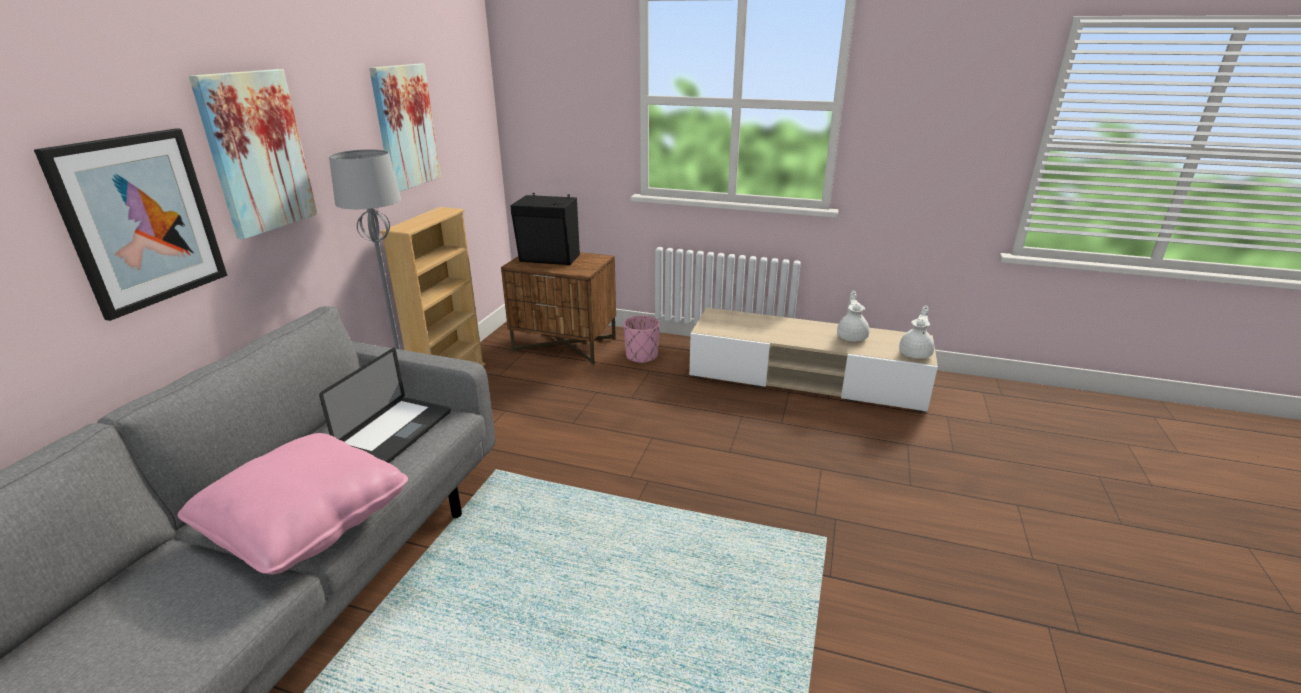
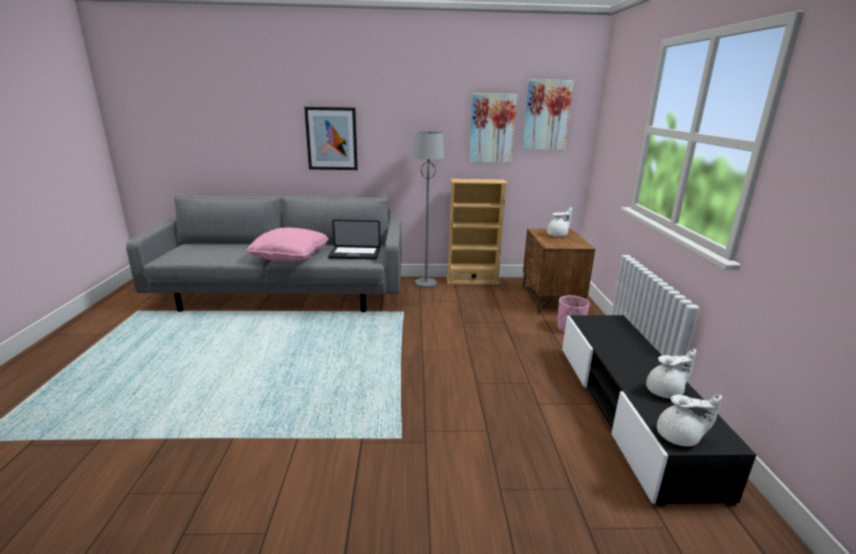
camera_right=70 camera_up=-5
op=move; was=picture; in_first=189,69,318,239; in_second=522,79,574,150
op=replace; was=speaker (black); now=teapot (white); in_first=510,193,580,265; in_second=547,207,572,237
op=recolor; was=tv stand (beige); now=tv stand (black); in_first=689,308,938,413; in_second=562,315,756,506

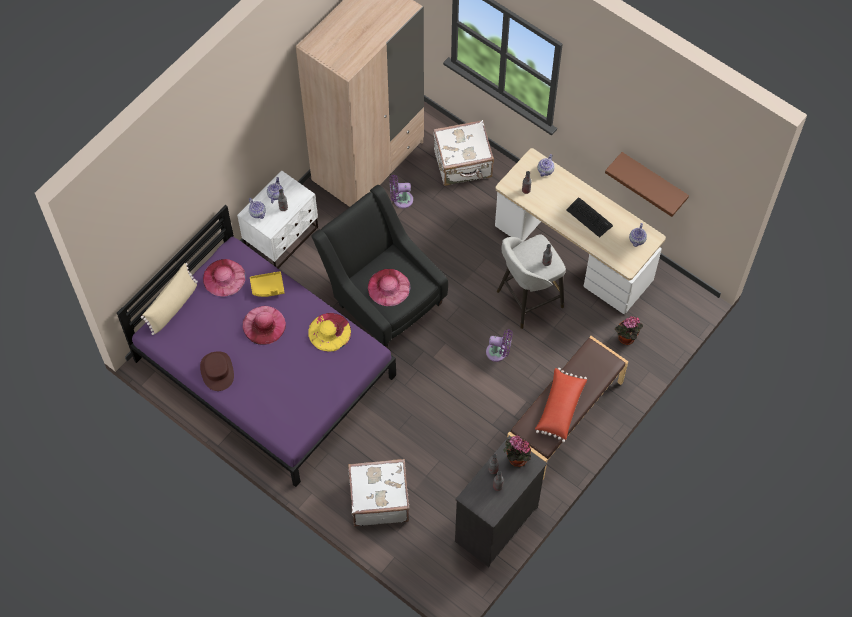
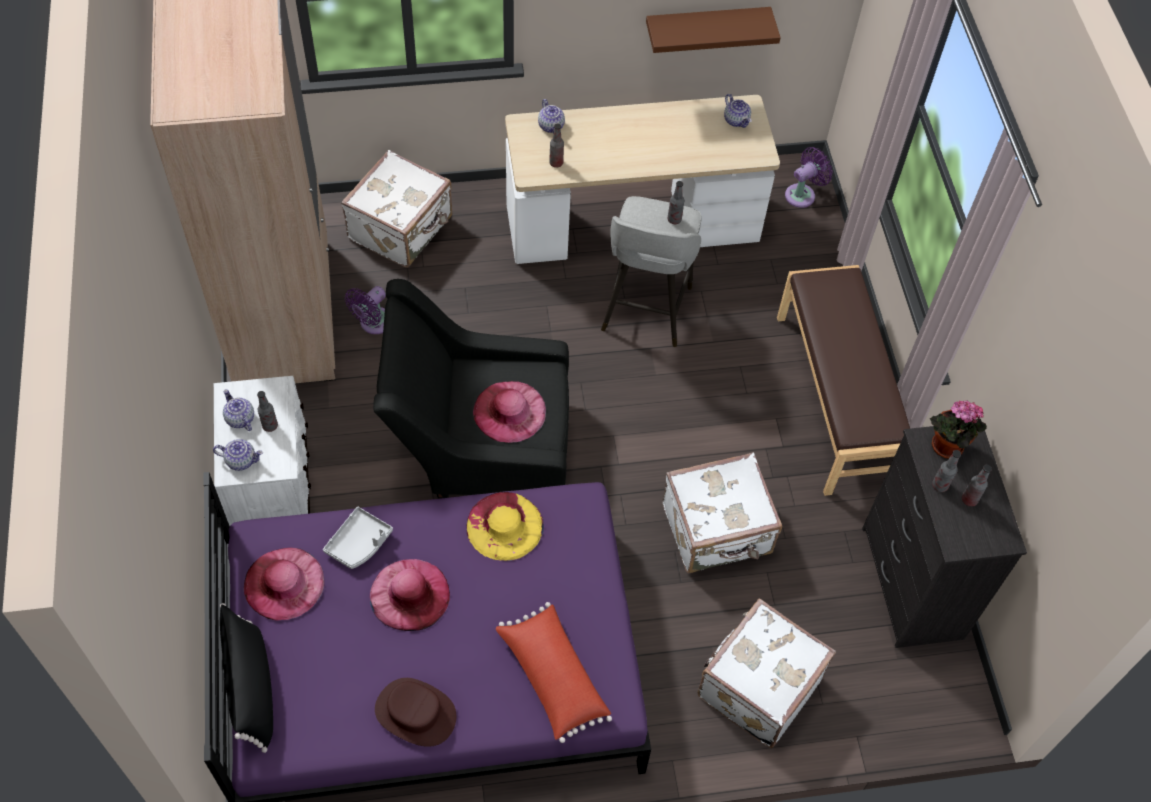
camera_right=-50 camera_up=-5
op=delete; was=keyboard; in_first=566,197,613,238
op=delete; was=potted plant; in_first=615,316,643,345
op=insert; now=suitcase (white); in_second=663,452,782,573
op=move; was=fan (purple); in_first=486,329,512,362; in_second=785,147,833,208
op=move; was=pillow (red); in_first=535,368,587,442; in_second=496,602,612,743
op=recolor; was=pillow (beige); now=pillow (black); in_first=141,263,198,335; in_second=220,603,273,753
op=recolor; was=tray (yellow); now=tray (grey); in_first=250,271,285,297; in_second=323,507,393,569

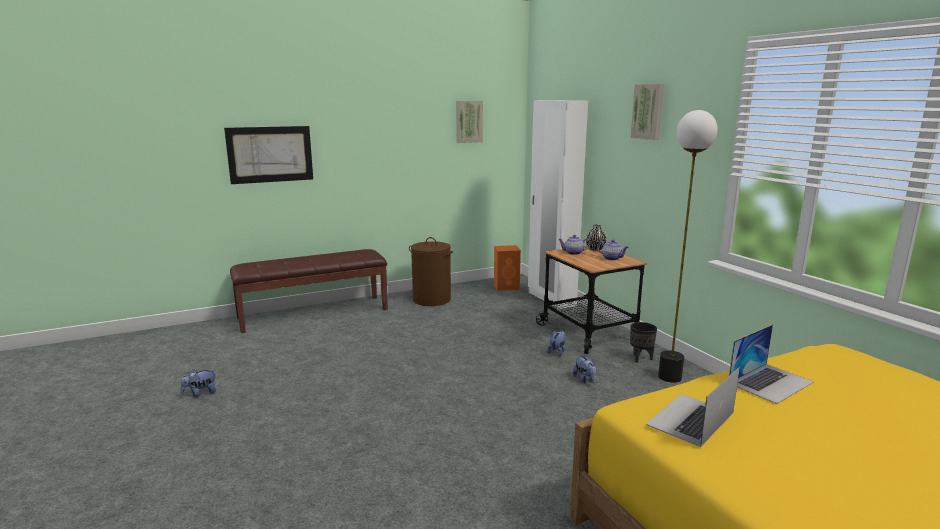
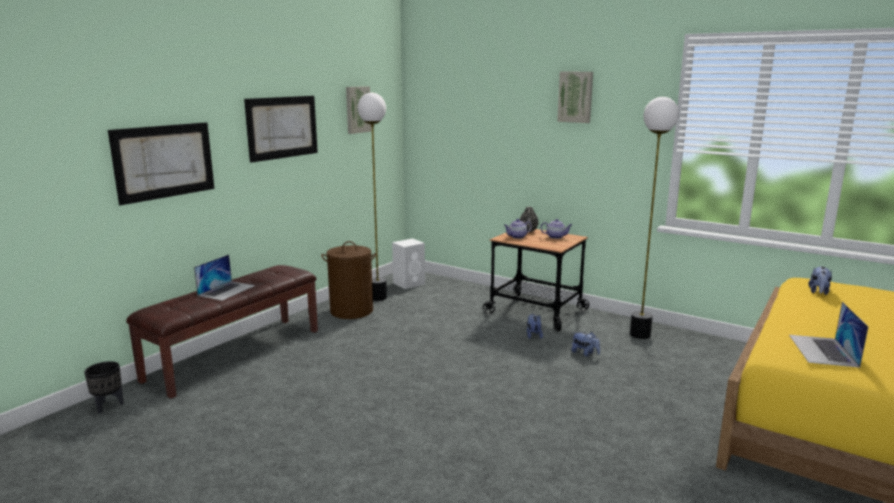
camera_right=-30 camera_up=0
op=delete; was=wardrobe (white); in_first=528,100,588,309
op=insert; now=picture; in_second=244,96,318,163
op=insert; now=floor lamp; in_second=358,93,387,301
op=move; was=plush toy; in_first=181,369,216,397; in_second=808,266,832,295
op=move; was=planter (black); in_first=630,322,657,363; in_second=84,361,124,413
op=move; was=laptop; in_first=729,325,814,404; in_second=194,255,255,301
op=recolor; was=speaker (orange); now=speaker (white); in_first=494,245,521,291; in_second=392,238,425,289

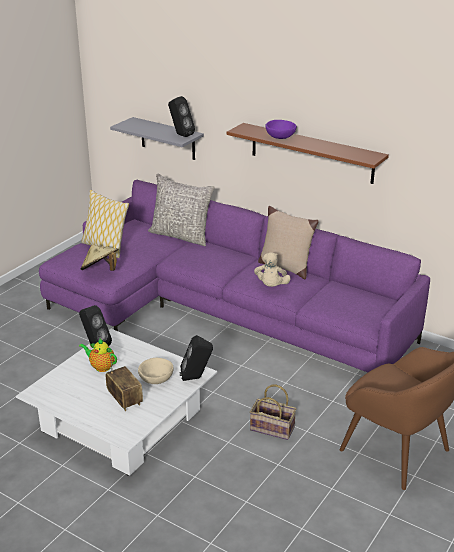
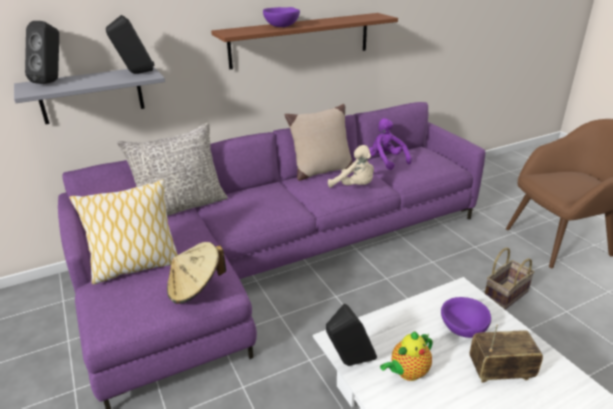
camera_right=-60 camera_up=0
op=insert; now=plush toy (purple); in_second=369,118,412,170
op=move; was=speaker (black); in_first=180,335,213,381; in_second=25,21,59,84
op=recolor; was=bowl (beige); now=bowl (purple); in_first=138,358,174,384; in_second=441,297,491,338

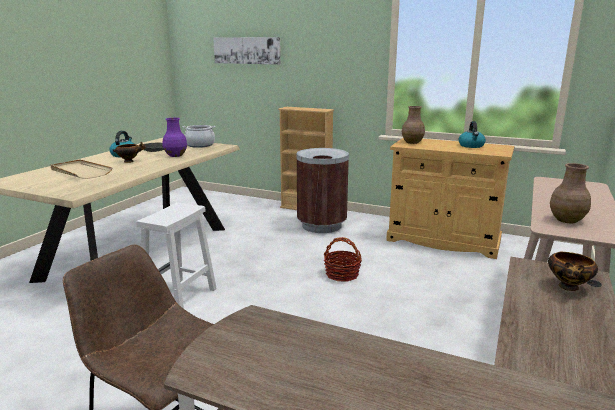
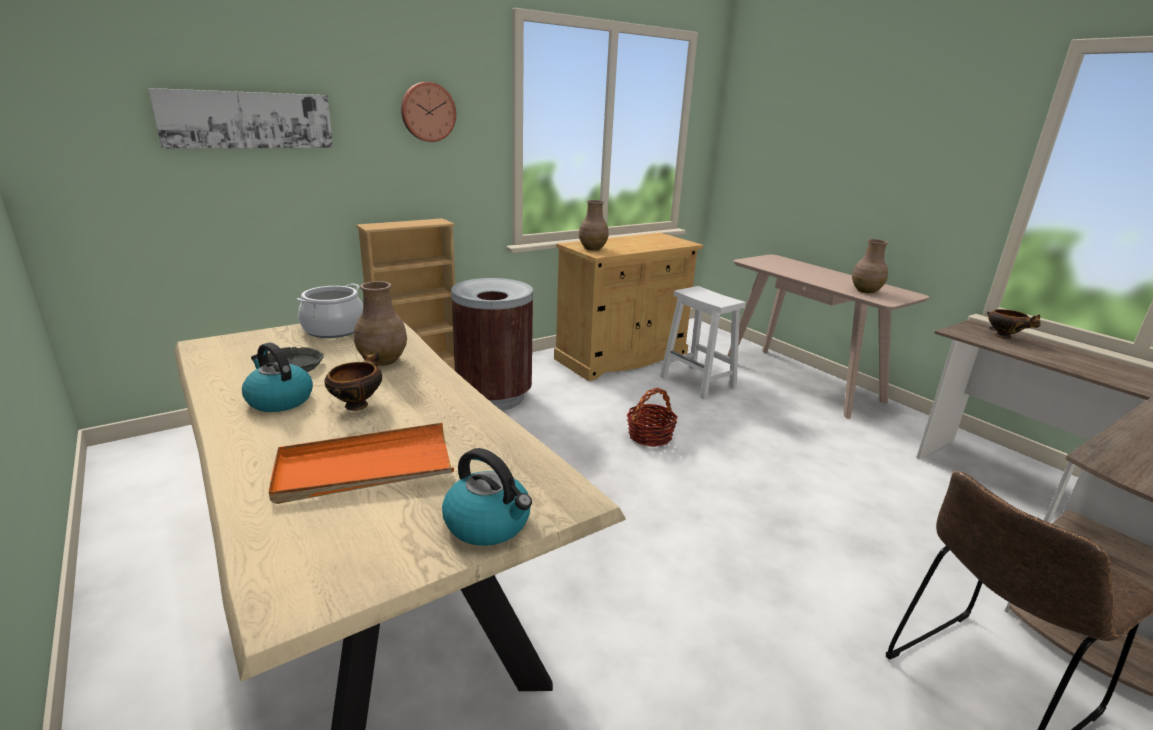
camera_right=-60 camera_up=5
op=insert; now=wall clock; in_second=401,82,456,142
op=move; was=stool (white); in_first=136,202,217,309; in_second=660,286,746,399
op=move; was=kettle; in_first=459,121,486,148; in_second=442,448,532,546
op=recolor; was=tray (beige); now=tray (orange); in_first=50,160,112,179; in_second=269,423,454,504
op=recolor; was=vase (purple); now=vase (brown); in_first=163,118,187,157; in_second=354,281,407,366

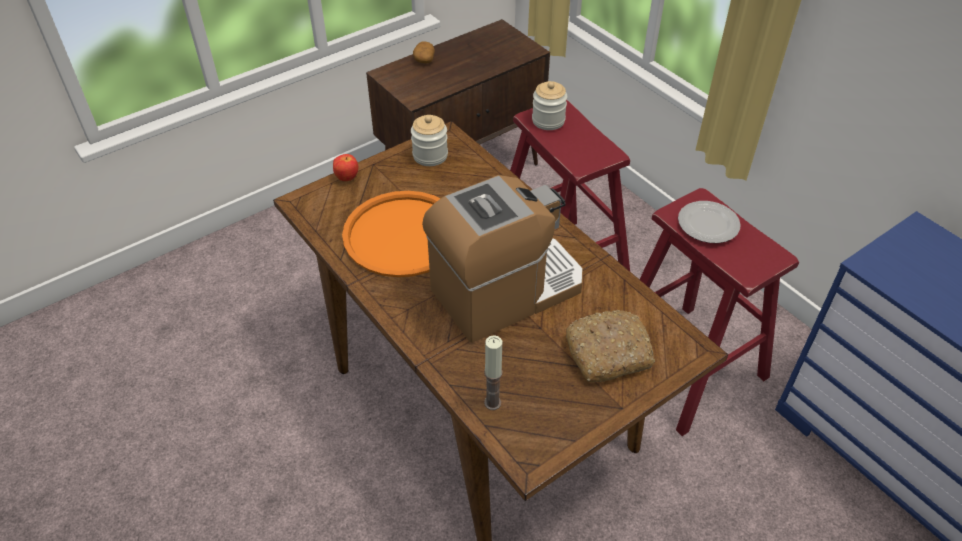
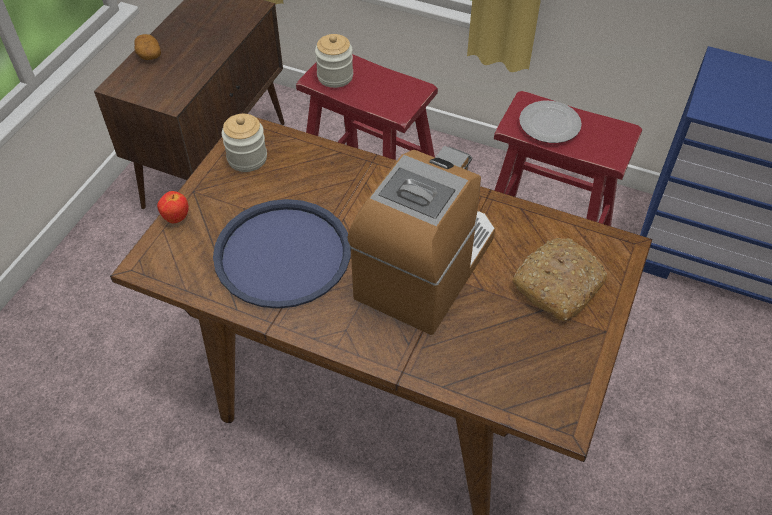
camera_right=-30 camera_up=5
op=delete; was=candle; in_first=484,335,503,410
op=recolor; was=tray (orange); now=tray (blue); in_first=342,191,441,277; in_second=213,199,351,309

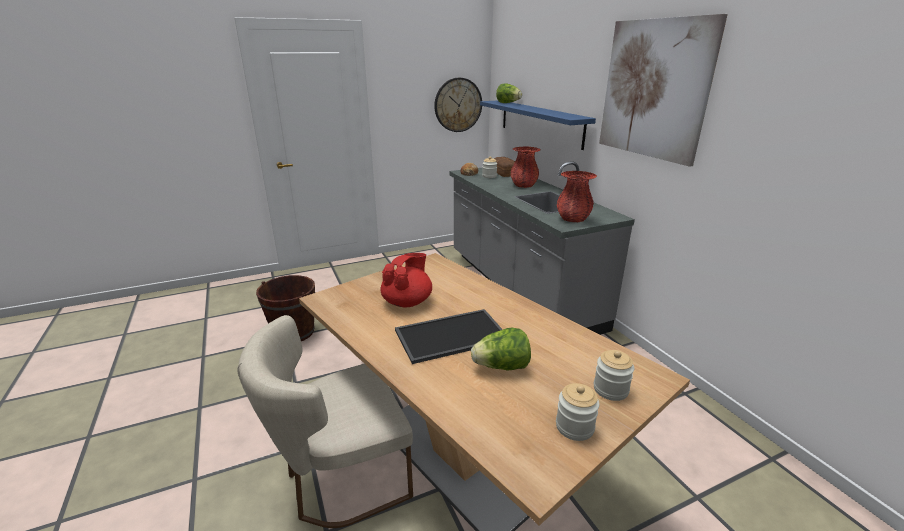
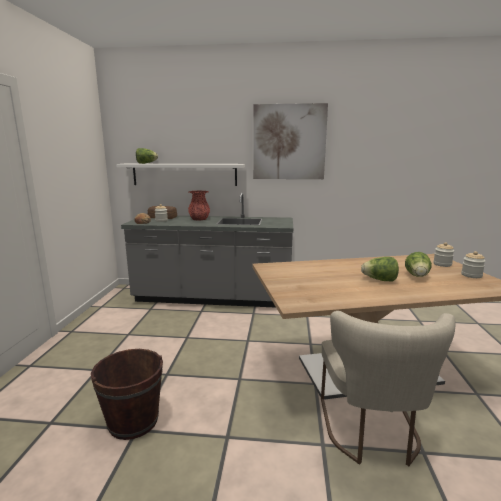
camera_right=-60 camera_up=-10
op=delete; was=teapot (red); in_first=381,253,432,307
op=delete; was=wall clock; in_first=434,78,482,132
op=delete; was=vase (red); in_first=557,171,597,222
op=replace; was=tray; now=lettuce; in_first=395,309,503,364; in_second=361,257,399,282
op=recolor; was=shelf (blue); now=shelf (white); in_first=480,100,596,150; in_second=116,164,245,186

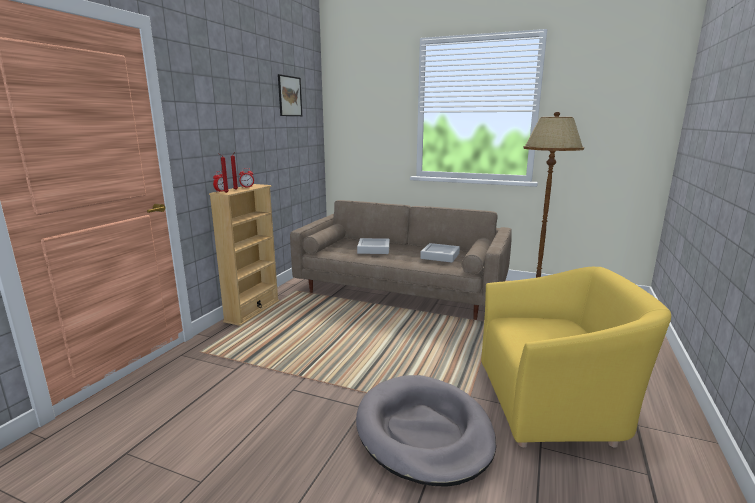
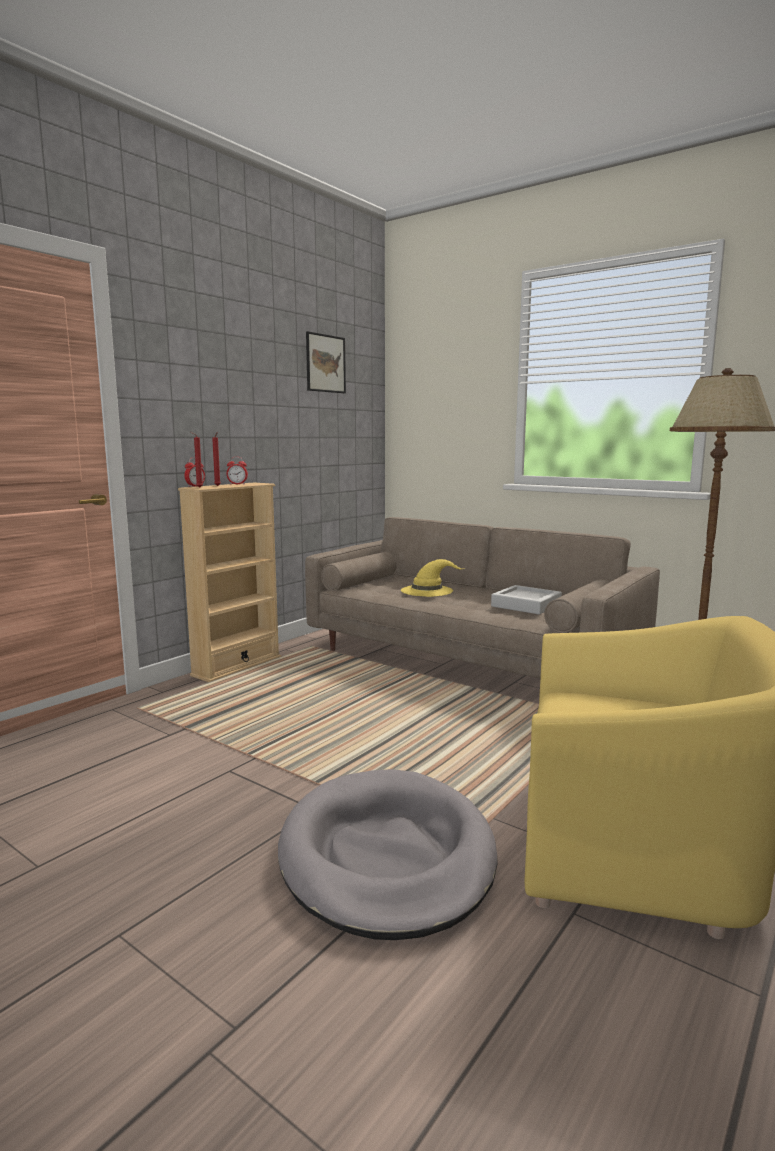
camera_right=15 camera_up=-5
op=replace; was=tray (grey); now=hat (yellow); in_first=357,238,390,254; in_second=401,559,465,597

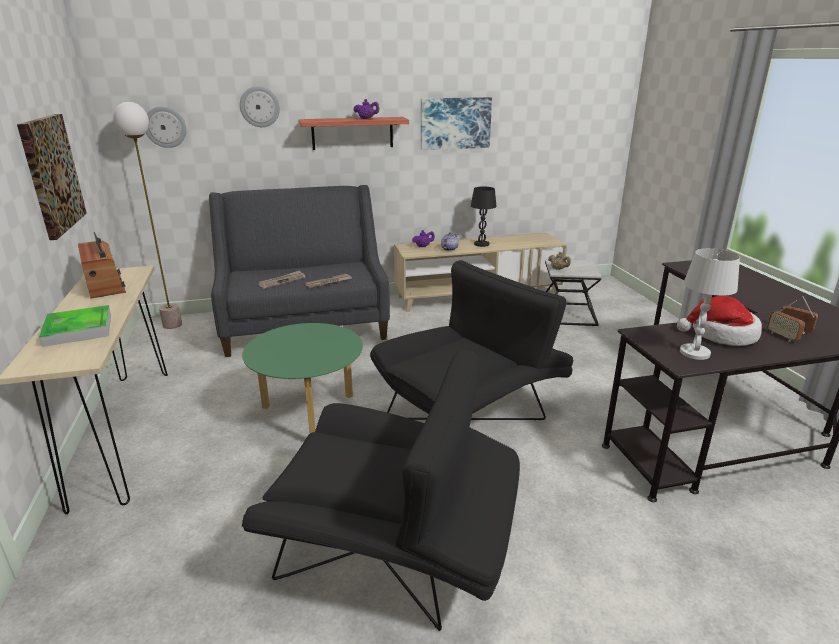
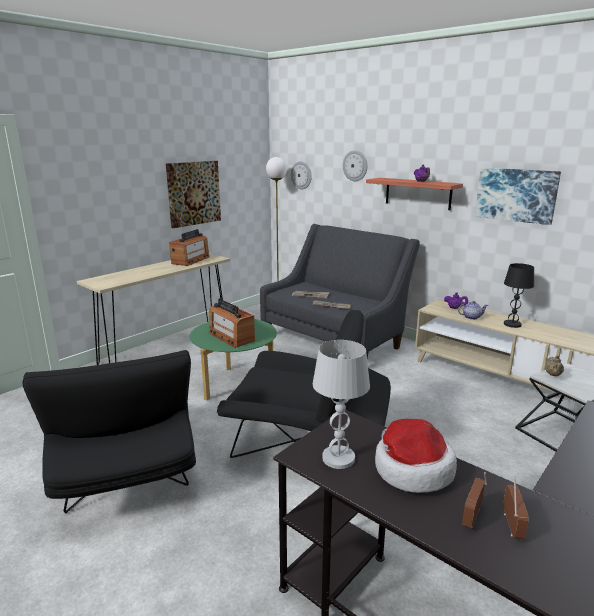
camera_right=55 camera_up=-5
op=delete; was=tray; in_first=39,305,111,347
op=insert; now=radio; in_second=208,299,255,348

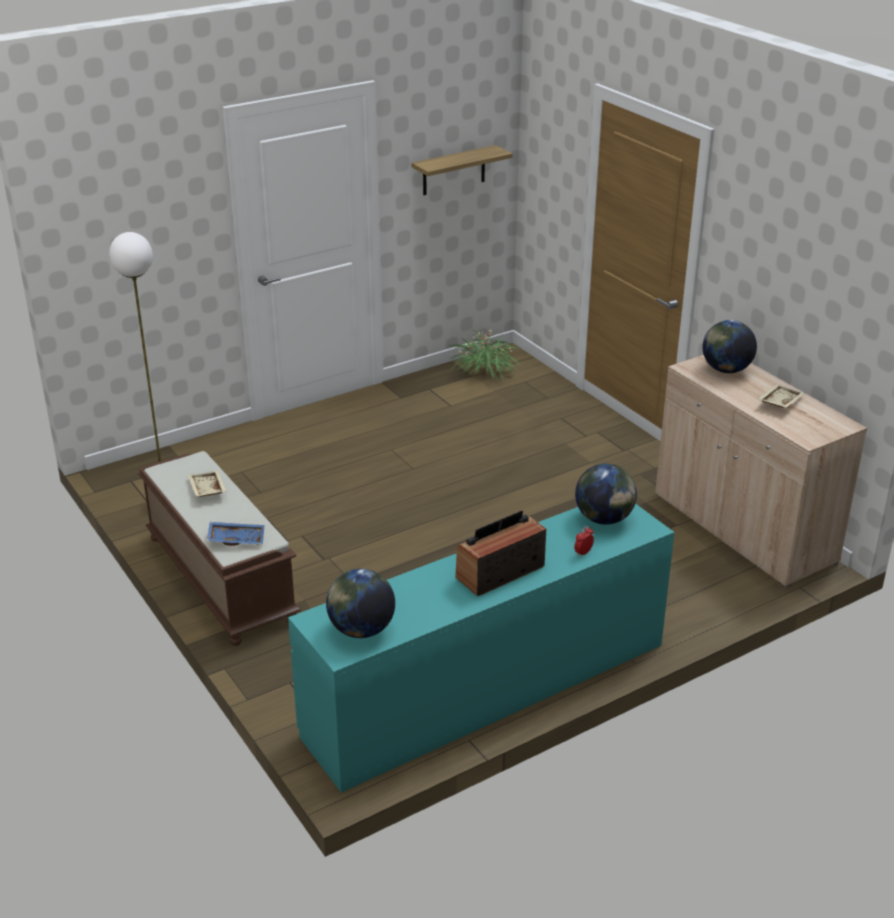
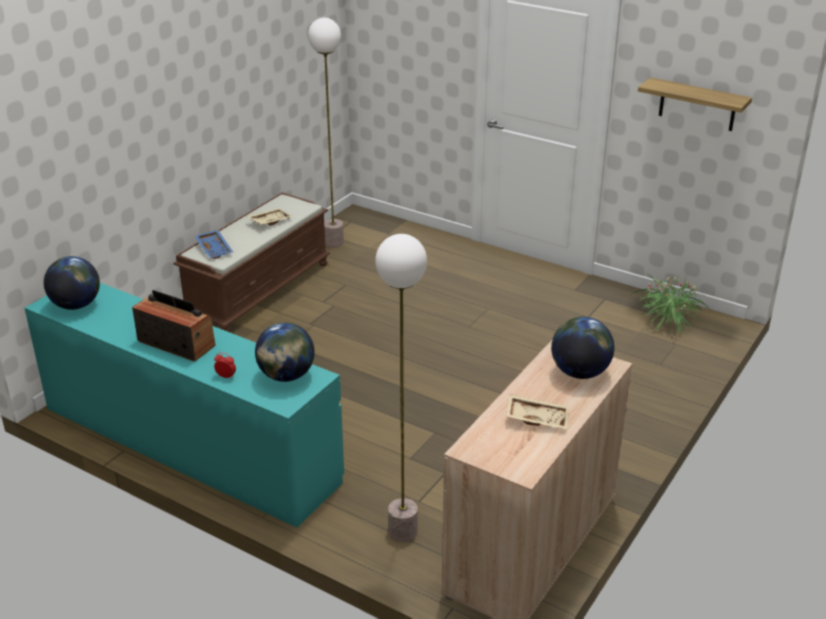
camera_right=65 camera_up=0
op=insert; now=floor lamp; in_second=375,234,427,542

